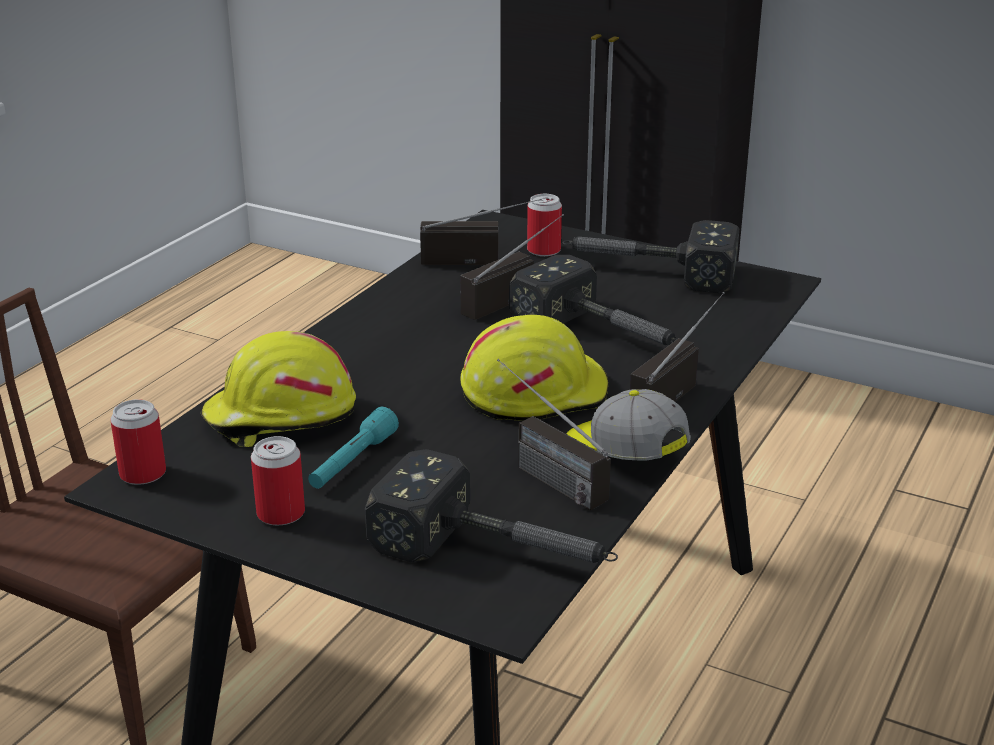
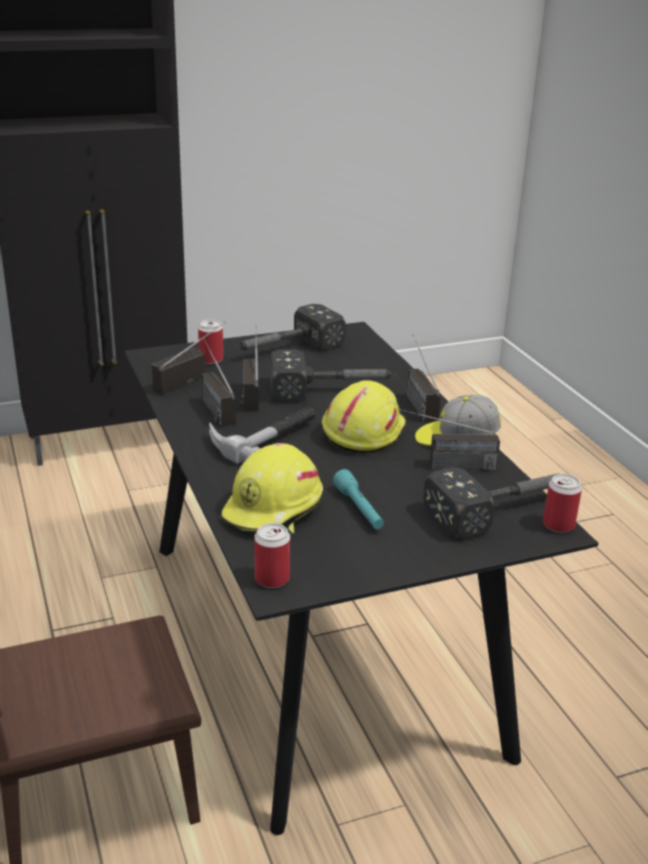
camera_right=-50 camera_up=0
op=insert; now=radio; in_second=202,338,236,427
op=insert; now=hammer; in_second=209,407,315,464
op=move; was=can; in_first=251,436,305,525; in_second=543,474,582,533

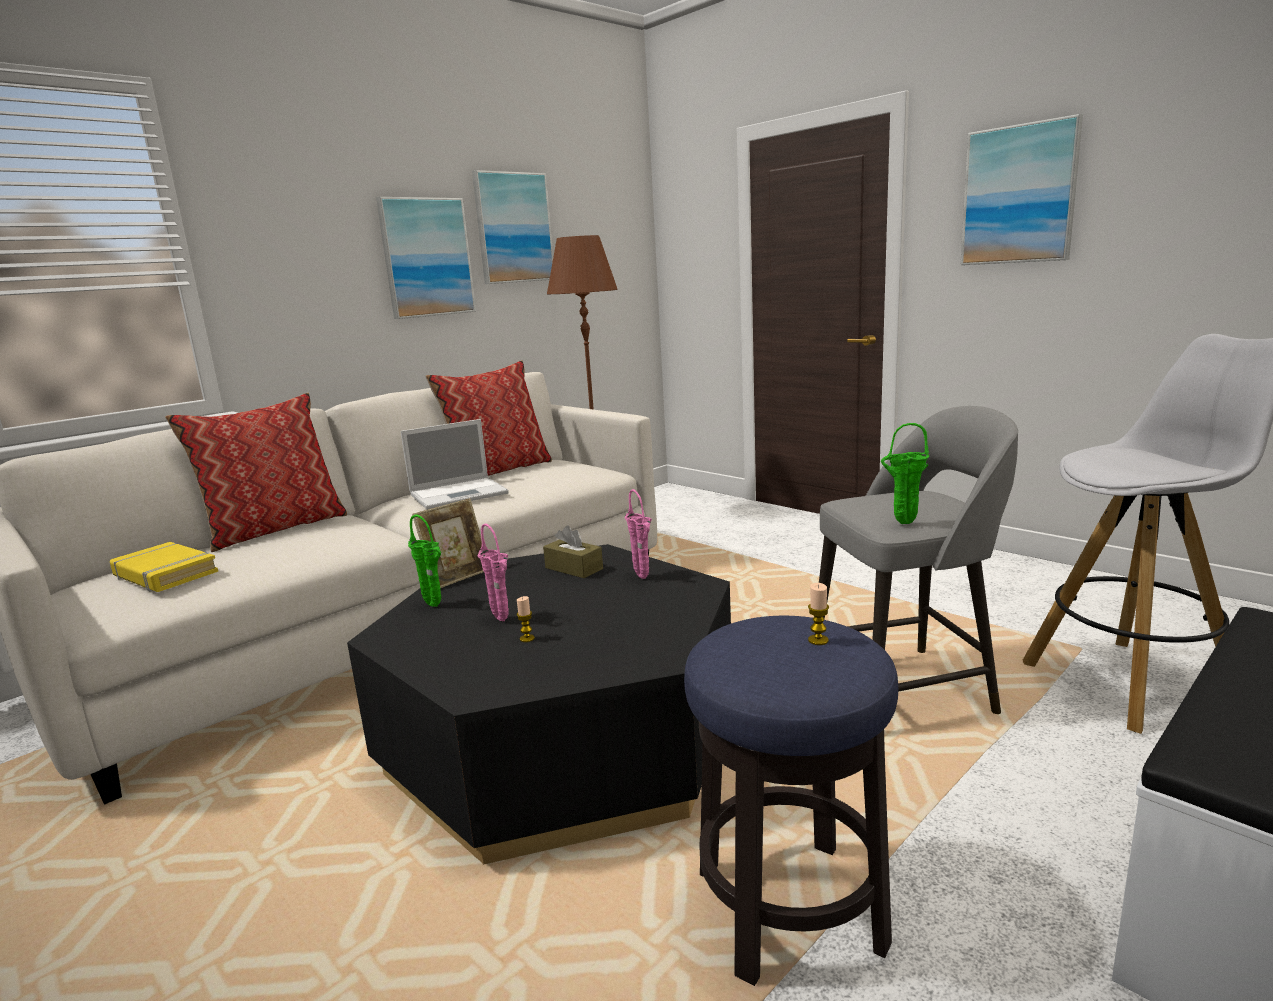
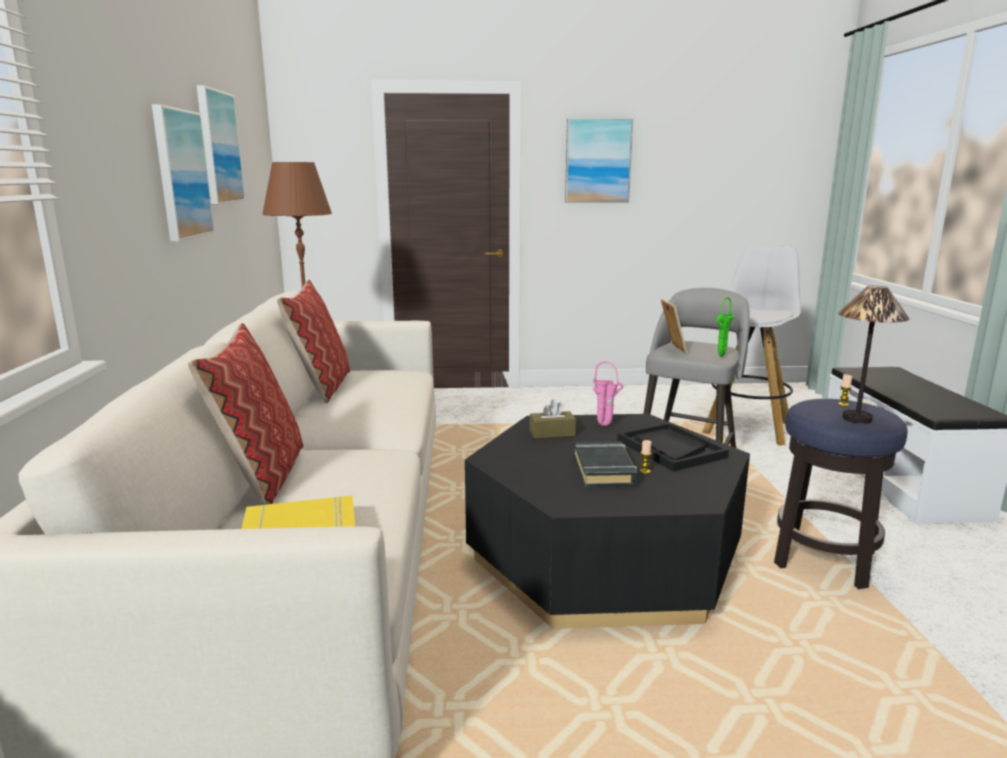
camera_right=-50 camera_up=0
op=delete; was=laptop; in_first=401,419,509,510
op=delete; was=vase (green); in_first=408,515,441,607
op=insert; now=tray (black); in_second=617,422,729,472
op=insert; now=table lamp; in_second=838,285,910,424
op=move; was=picture frame; in_first=412,498,484,588; in_second=661,299,687,354
op=replace; was=vase (pink); now=book (black); in_first=478,523,509,621; in_second=574,441,638,487

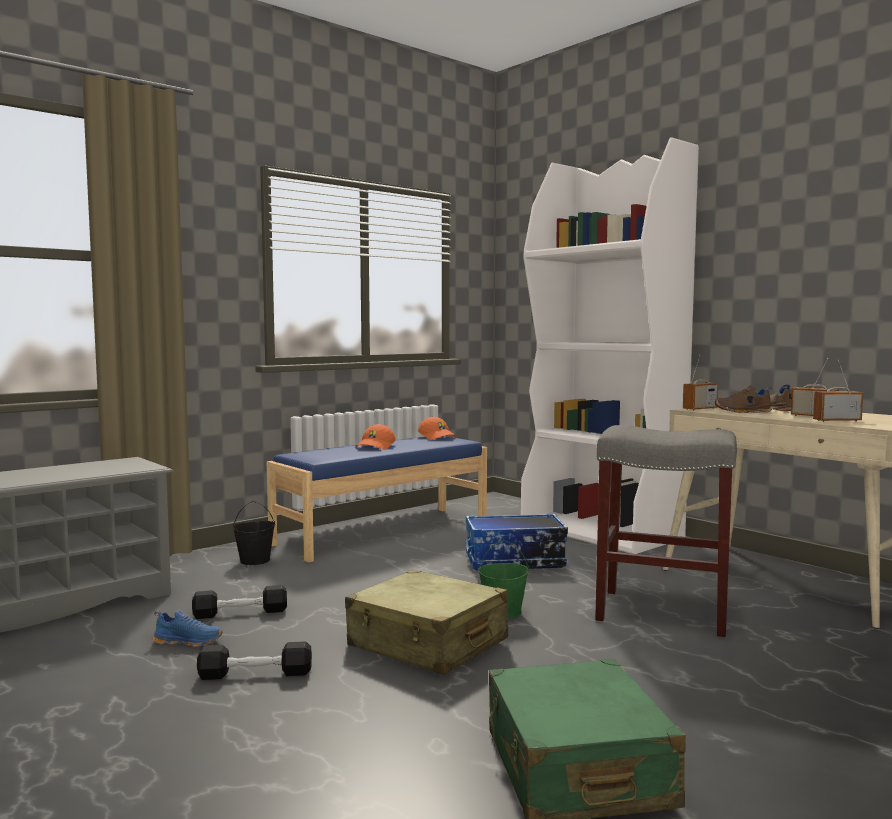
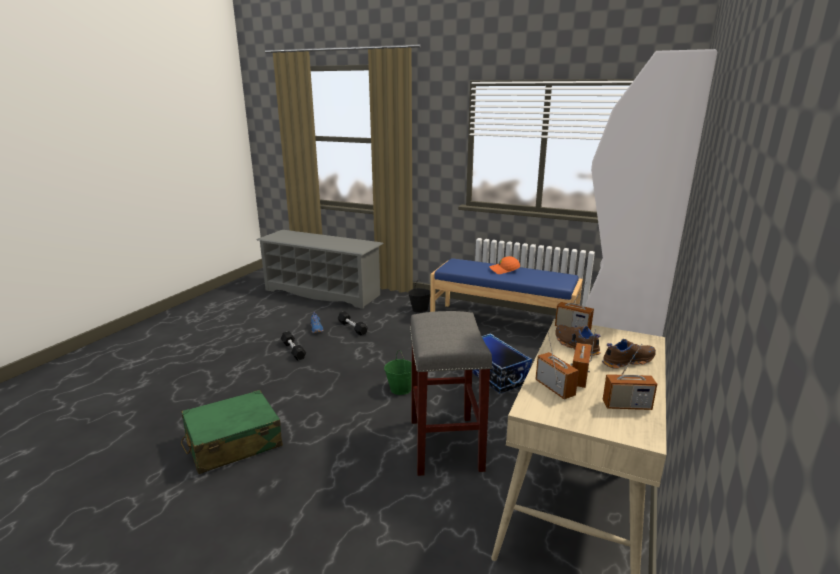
camera_right=65 camera_up=15
op=delete; was=suitcase (beige); in_first=345,570,508,675
op=delete; was=cap (orange); in_first=418,417,457,440
op=insert; now=radio; in_second=603,344,657,410

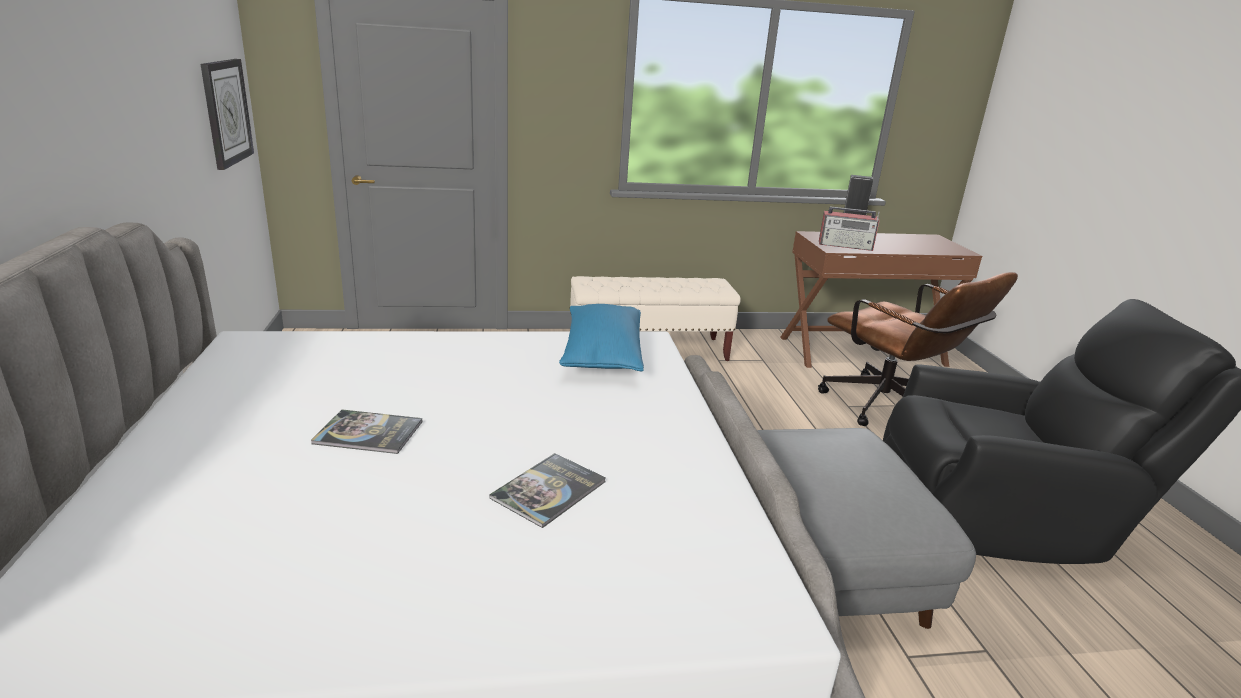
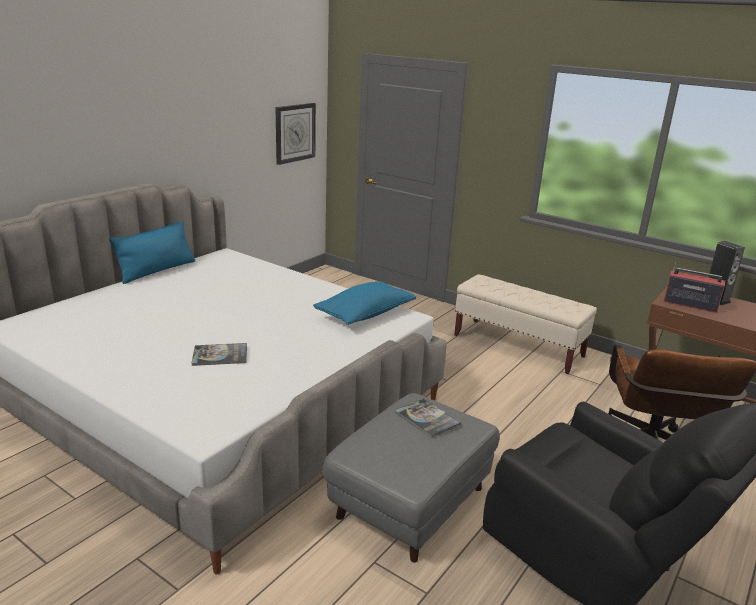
camera_right=45 camera_up=0
op=insert; now=pillow (blue); in_second=109,221,195,284
op=move; was=book; in_first=311,410,423,454; in_second=395,398,461,438
op=rotate; was=radio; in_first=819,206,880,251; in_second=663,263,725,313; clockwise=150

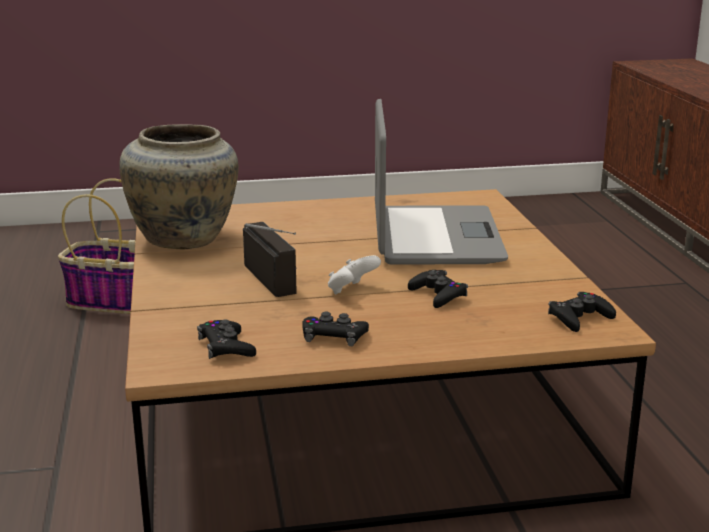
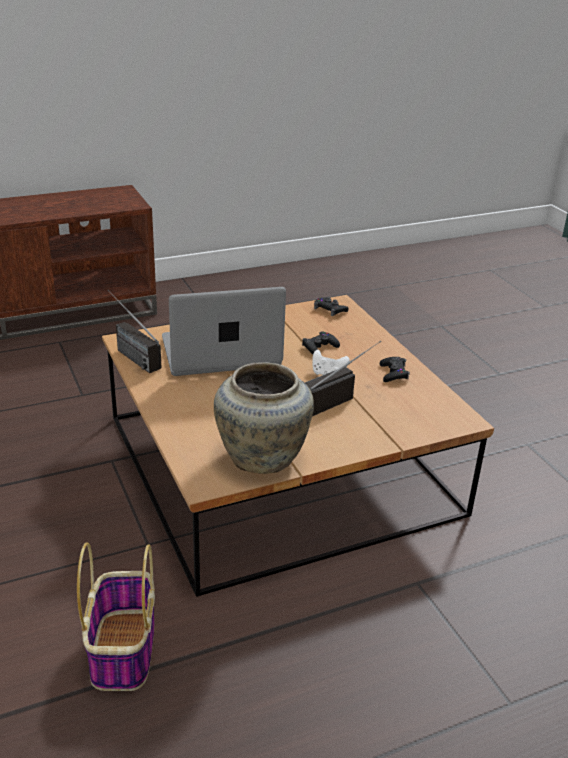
camera_right=-105 camera_up=10
op=delete; was=game controller (black); in_first=197,319,256,359
op=insert; now=radio; in_second=108,290,162,373

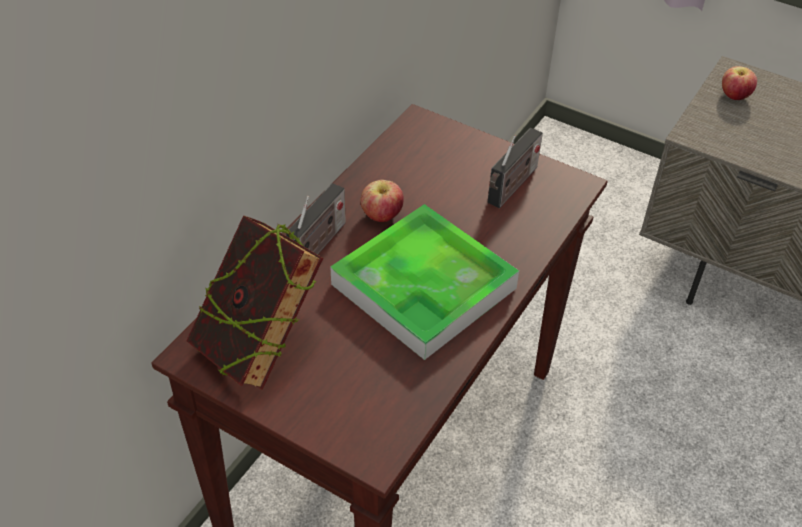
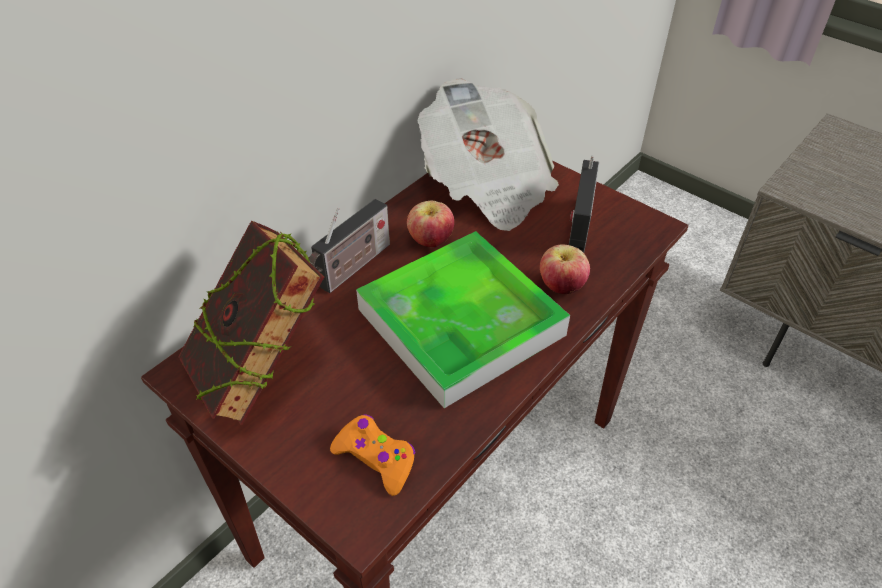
camera_right=10 camera_up=0
op=insert; now=game controller (orange); in_second=330,414,416,496
op=insert; now=newspaper; in_second=418,79,559,231
op=move; was=apple; in_first=722,66,757,100; in_second=540,244,590,294
op=rotate; was=radio; in_first=488,128,543,208; in_second=569,155,599,253; clockwise=150

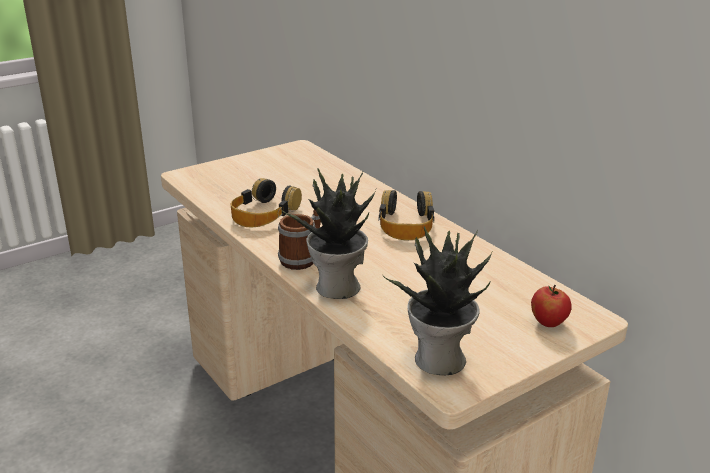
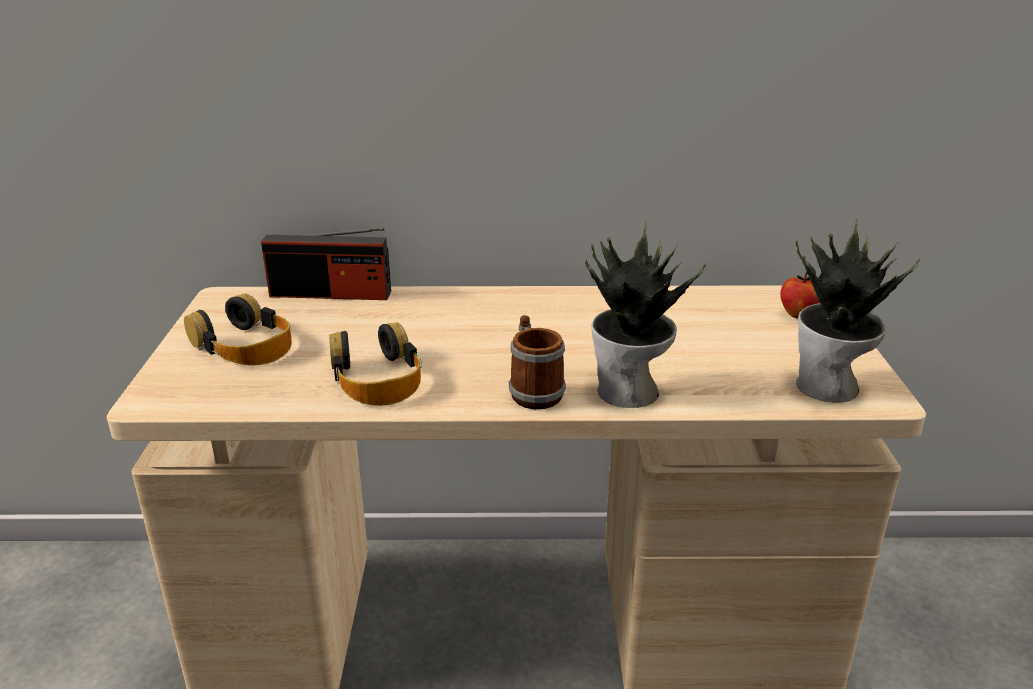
camera_right=-55 camera_up=0
op=insert; now=radio; in_second=261,227,391,300
op=move; was=headphones; in_first=379,190,435,241; in_second=184,294,292,365

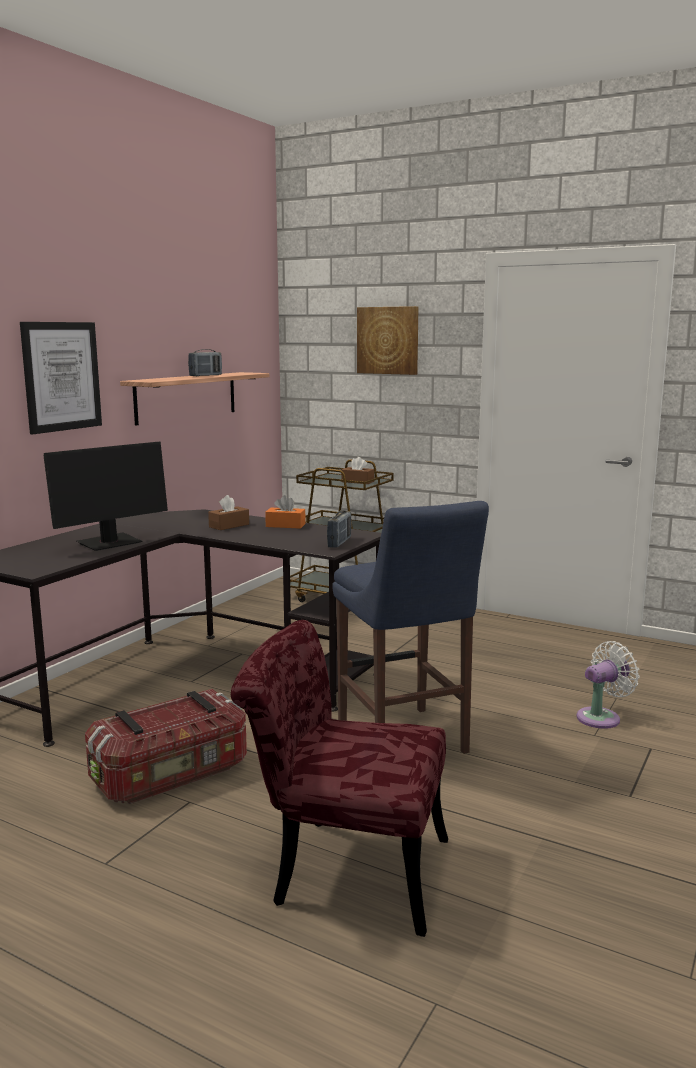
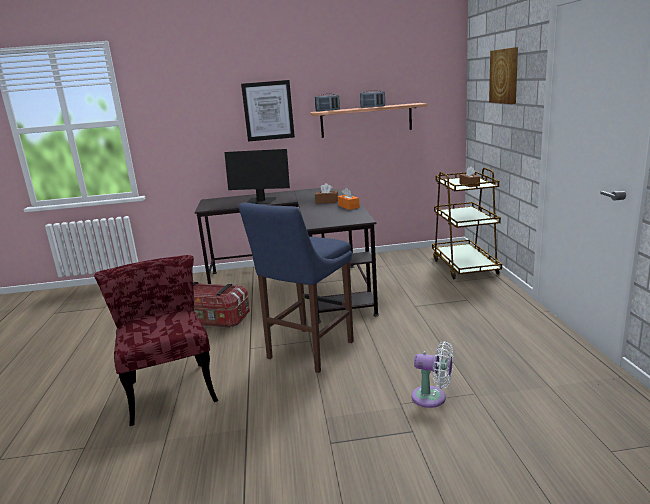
camera_right=55 camera_up=5
op=move; was=radio; in_first=327,510,352,548; in_second=315,94,340,112

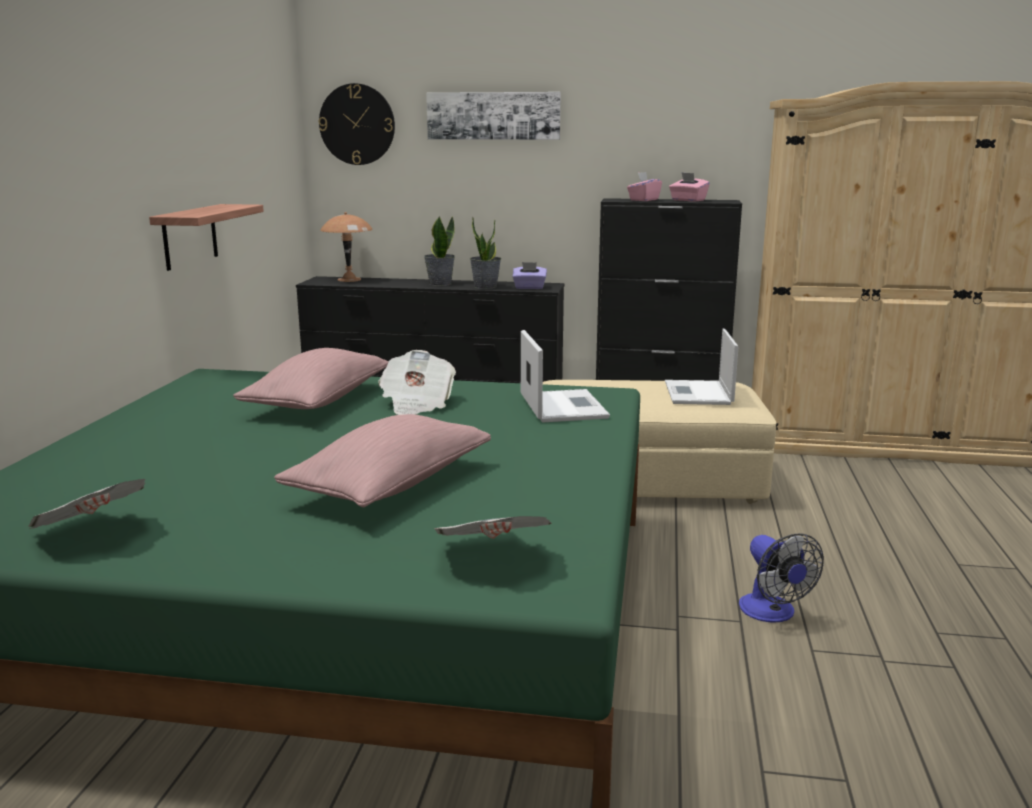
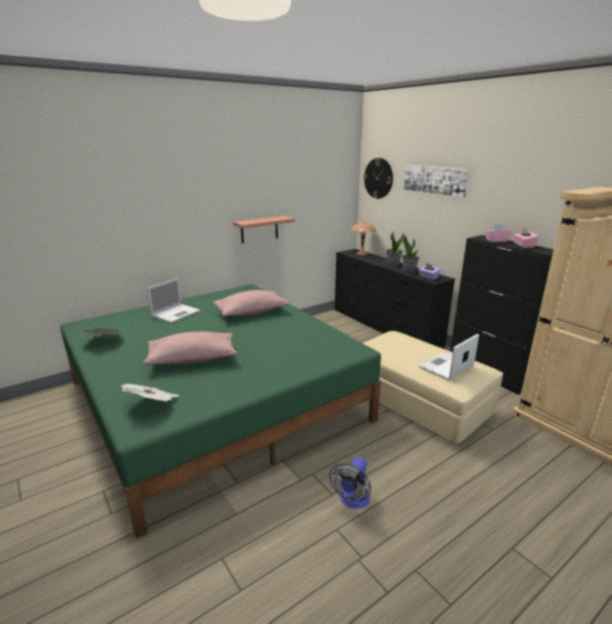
camera_right=45 camera_up=5
op=delete; was=newspaper; in_first=378,350,456,415
op=move; was=laptop; in_first=521,330,610,423; in_second=147,278,200,323

